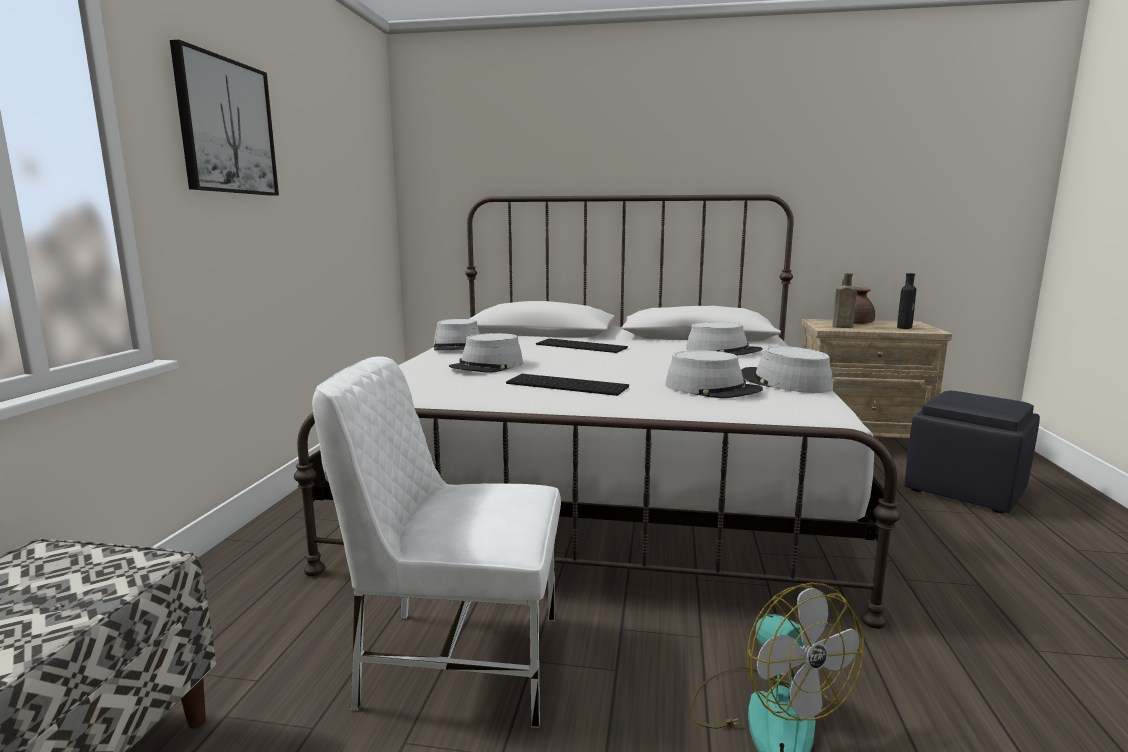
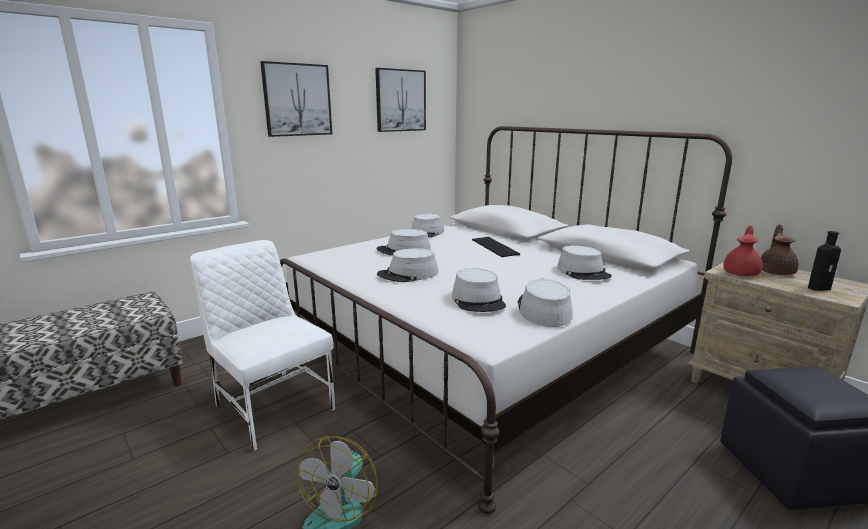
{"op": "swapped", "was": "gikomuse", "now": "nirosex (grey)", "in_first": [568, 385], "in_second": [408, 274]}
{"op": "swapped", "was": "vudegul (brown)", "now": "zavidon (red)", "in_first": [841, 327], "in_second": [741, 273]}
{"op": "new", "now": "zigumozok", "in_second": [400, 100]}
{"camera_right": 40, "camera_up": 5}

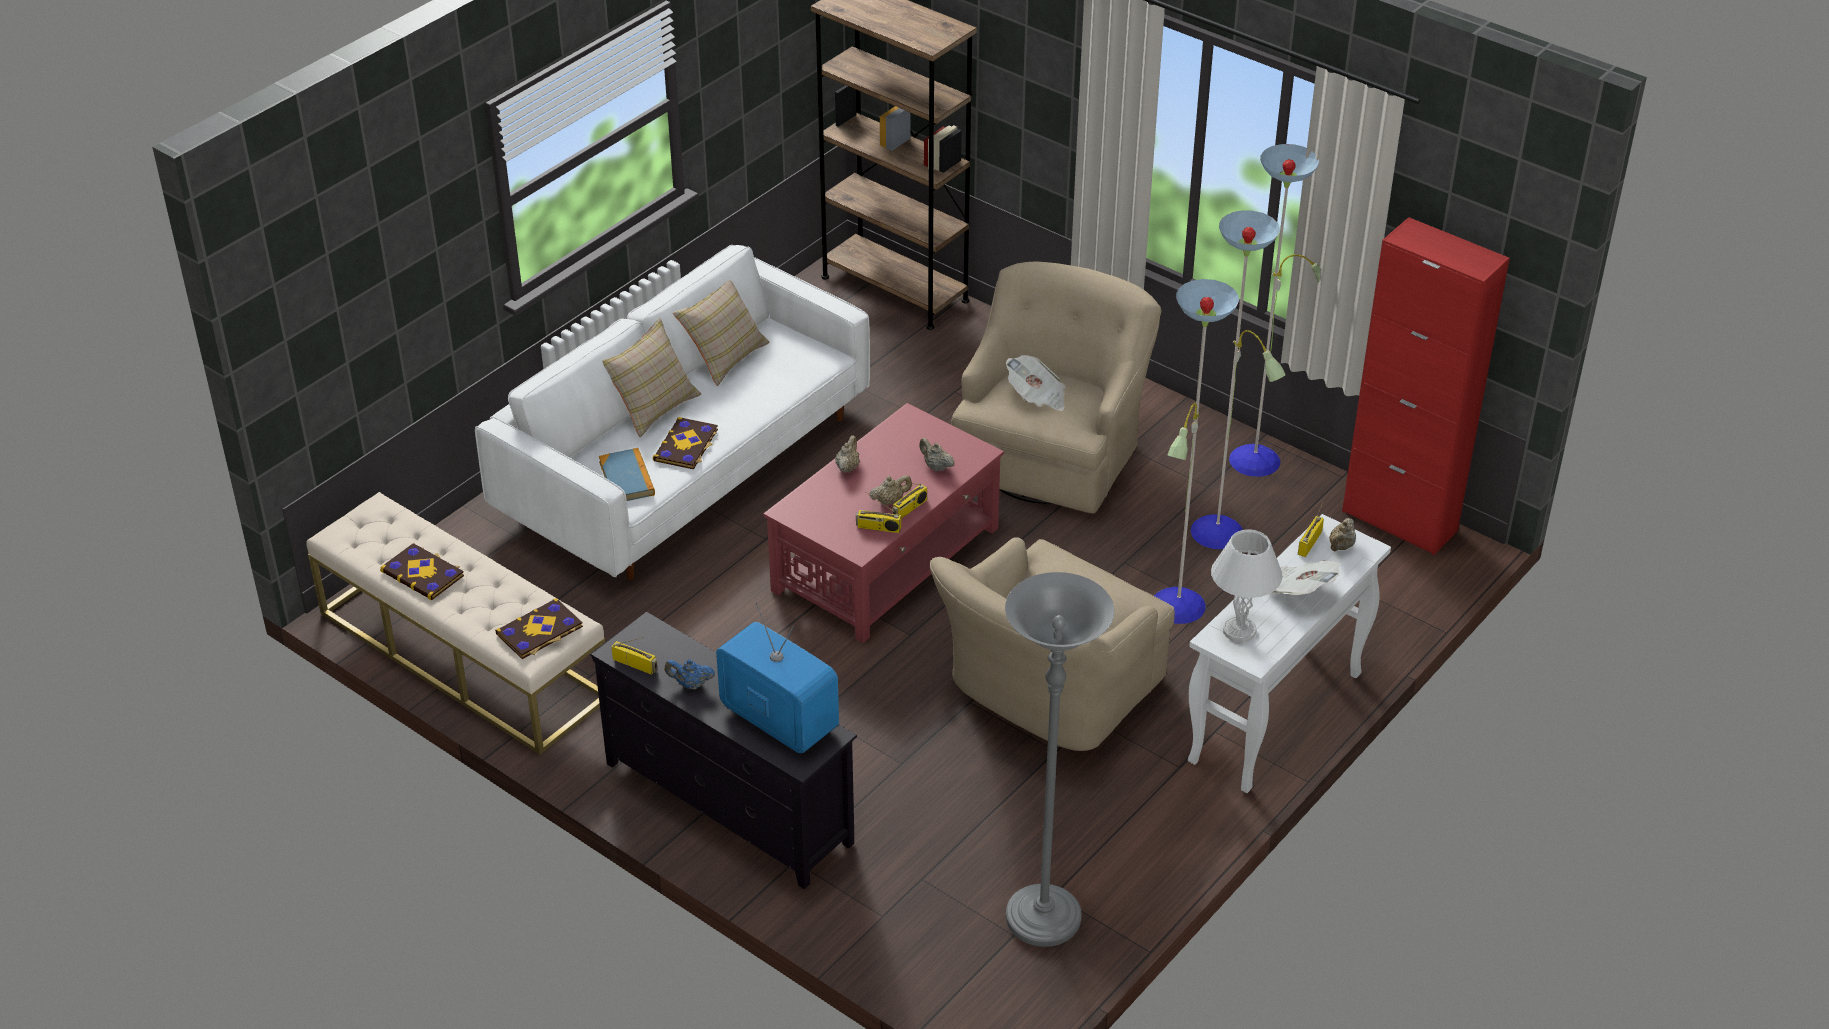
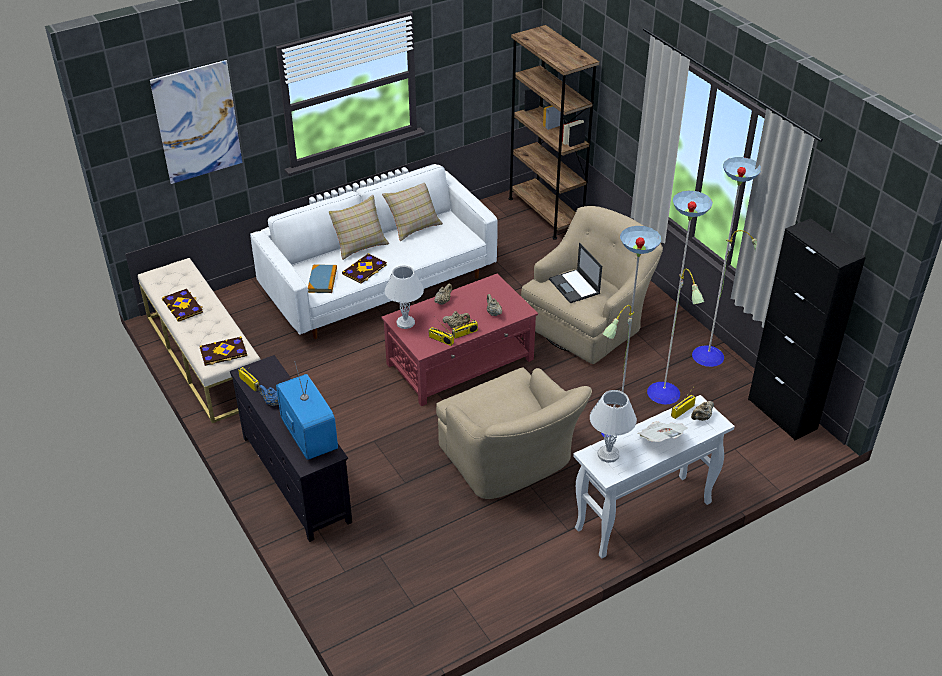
{"op": "rotated", "was": "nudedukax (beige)", "in_first": [1045, 692], "in_second": [511, 463], "clockwise": -90}
{"op": "gone", "was": "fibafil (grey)", "in_first": [1043, 919]}
{"op": "swapped", "was": "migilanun", "now": "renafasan", "in_first": [1037, 397], "in_second": [575, 287]}
{"op": "repainted", "was": "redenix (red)", "now": "redenix (black)", "in_first": [1399, 521], "in_second": [782, 414]}
{"op": "new", "now": "zigumozok", "in_second": [197, 122]}
{"op": "new", "now": "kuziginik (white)", "in_second": [405, 323]}
{"camera_right": 20, "camera_up": 0}

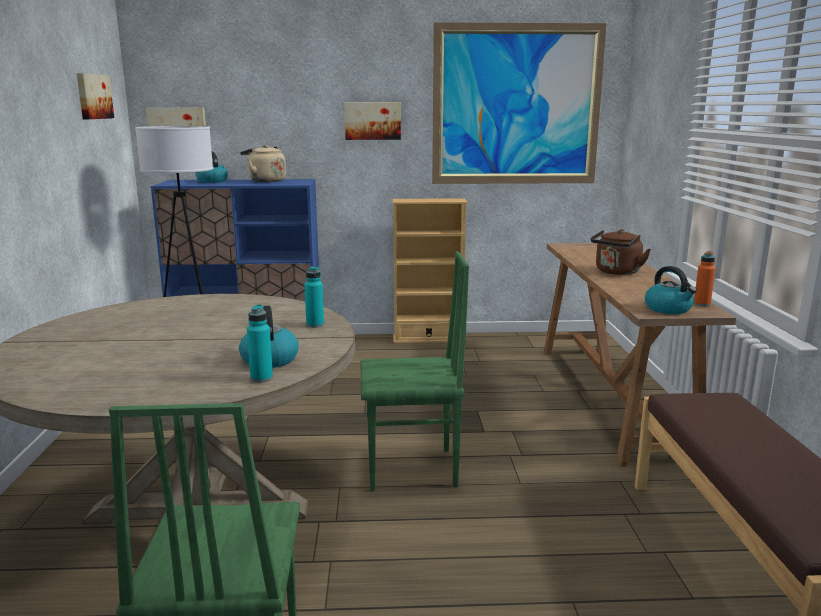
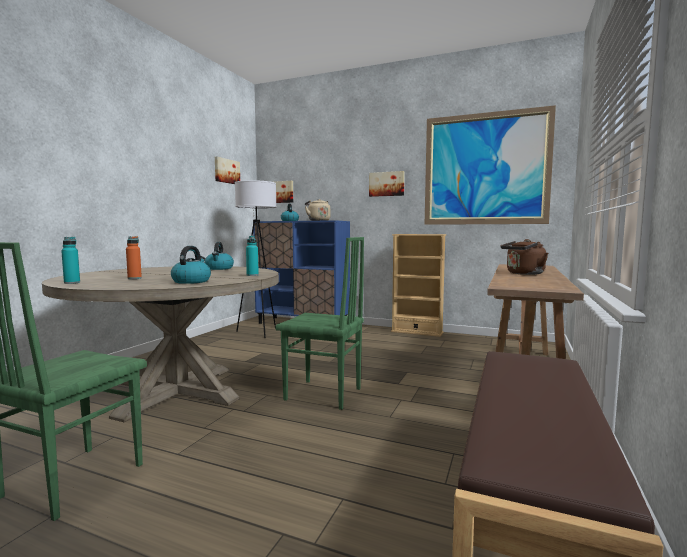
{"op": "shifted", "was": "vudegul (turquoise)", "in_first": [261, 378], "in_second": [72, 283]}
{"op": "shifted", "was": "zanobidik", "in_first": [668, 309], "in_second": [219, 268]}
{"op": "shifted", "was": "vudegul (orange)", "in_first": [702, 304], "in_second": [134, 278]}
{"camera_right": 25, "camera_up": -10}

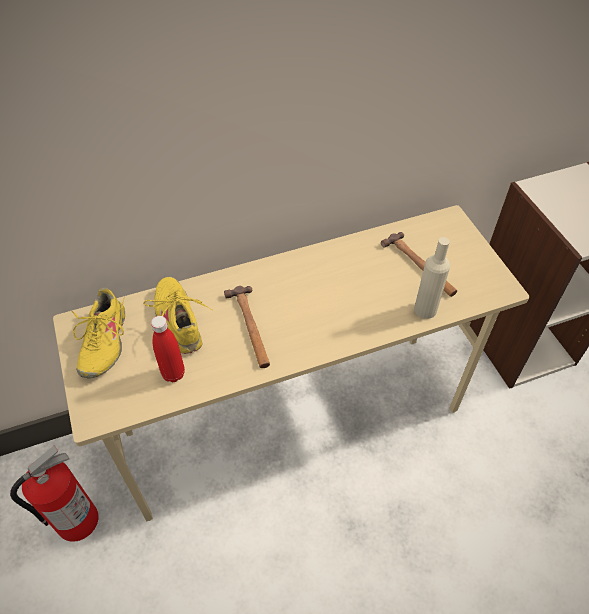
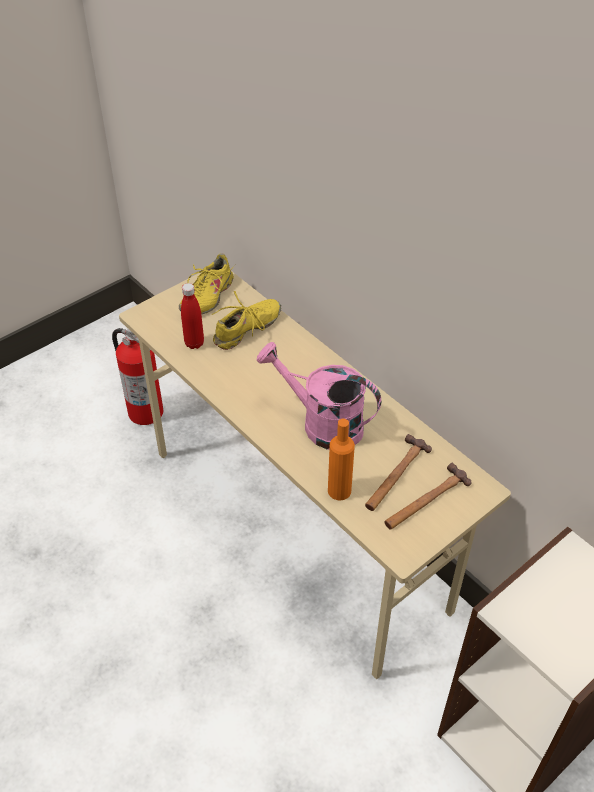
{"op": "rotated", "was": "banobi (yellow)", "in_first": [103, 342], "in_second": [207, 296], "clockwise": -45}
{"op": "shifted", "was": "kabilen", "in_first": [250, 327], "in_second": [425, 500]}
{"op": "repainted", "was": "vudegul (beige)", "now": "vudegul (orange)", "in_first": [425, 309], "in_second": [339, 490]}
{"op": "new", "now": "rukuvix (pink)", "in_second": [322, 423]}
{"camera_right": 70, "camera_up": -5}

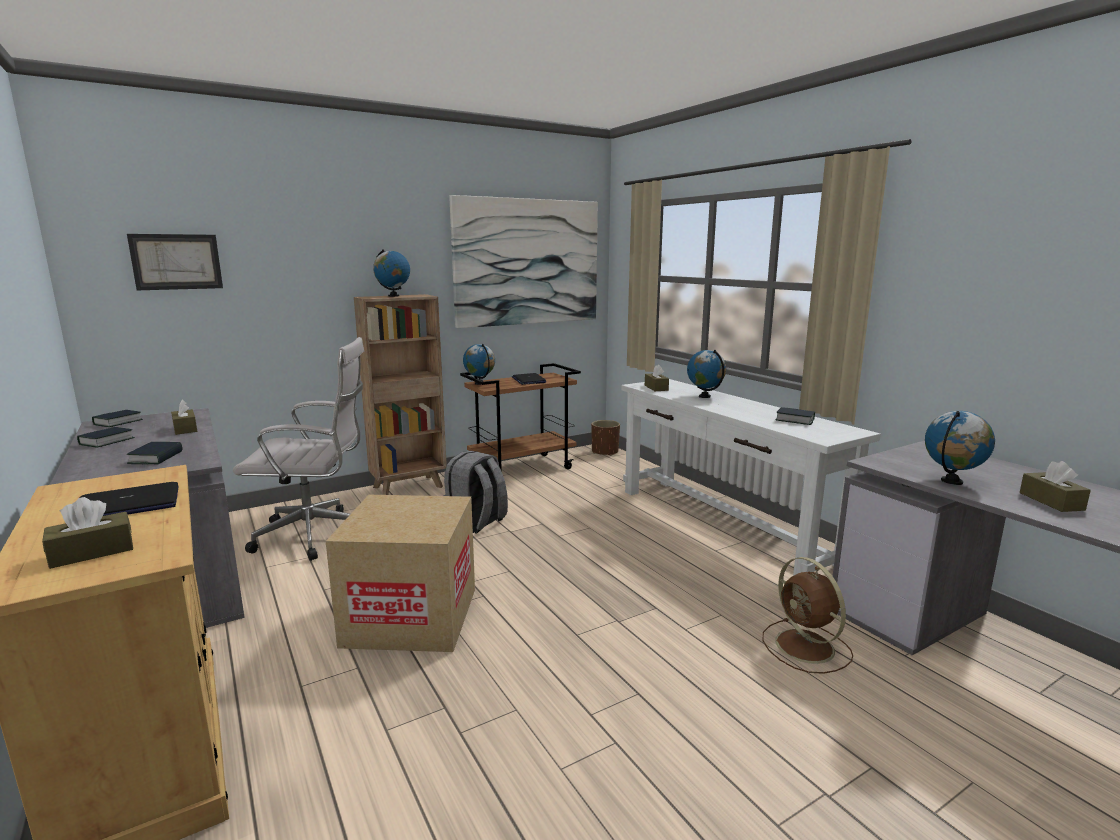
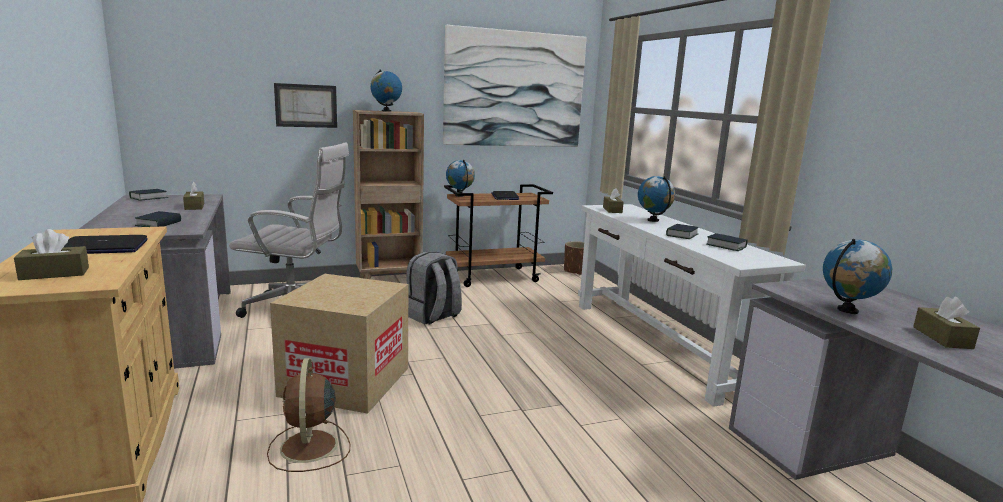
{"op": "shifted", "was": "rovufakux", "in_first": [106, 441], "in_second": [681, 235]}
{"op": "shifted", "was": "zigumozok", "in_first": [176, 262], "in_second": [306, 105]}
{"op": "shifted", "was": "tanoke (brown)", "in_first": [806, 647], "in_second": [309, 448]}
{"camera_right": 10, "camera_up": 0}

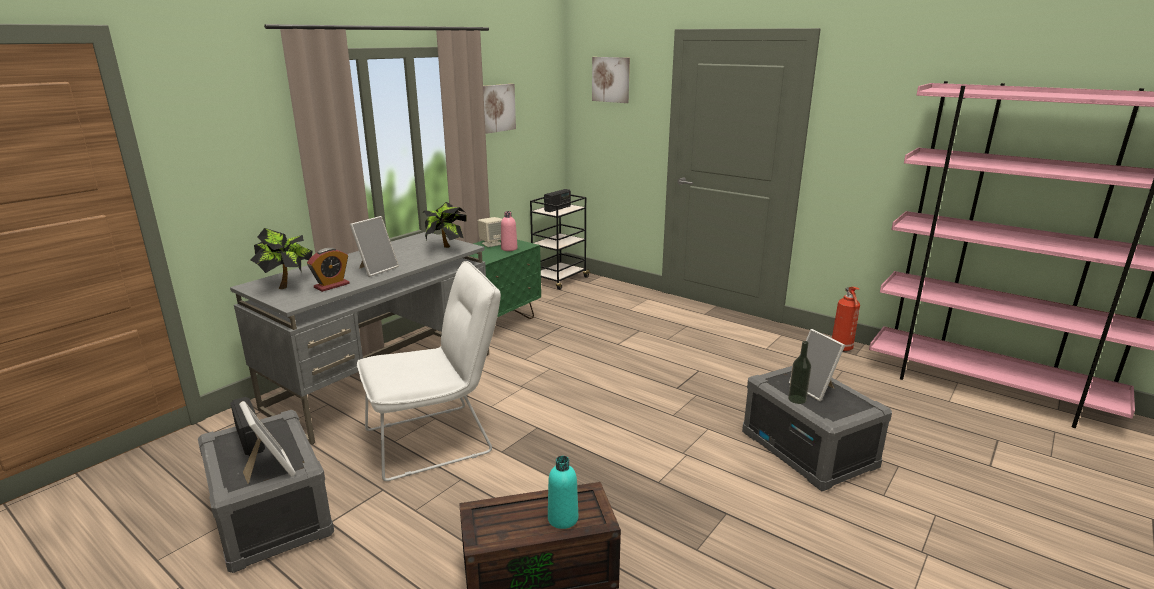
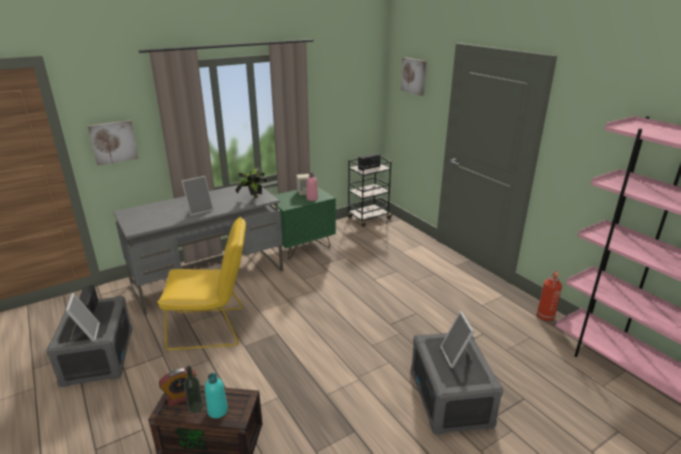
{"op": "gone", "was": "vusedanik", "in_first": [287, 285]}
{"op": "shifted", "was": "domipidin", "in_first": [331, 285], "in_second": [181, 396]}
{"op": "repainted", "was": "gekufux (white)", "now": "gekufux (yellow)", "in_first": [437, 439], "in_second": [213, 328]}
{"op": "shifted", "was": "zigumozok", "in_first": [497, 108], "in_second": [113, 142]}
{"op": "shifted", "was": "vudegul", "in_first": [797, 399], "in_second": [196, 407]}
{"camera_right": 20, "camera_up": 5}

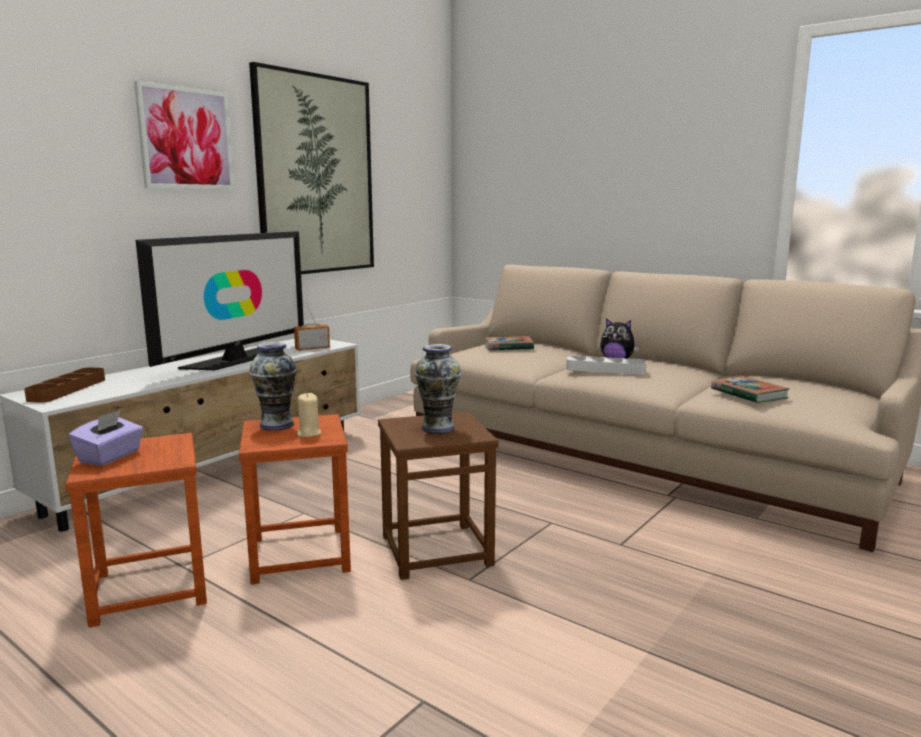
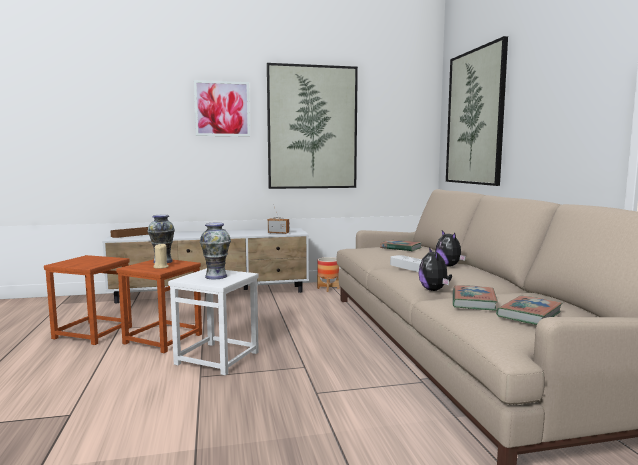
{"op": "gone", "was": "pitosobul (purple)", "in_first": [110, 457]}
{"op": "gone", "was": "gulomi", "in_first": [234, 360]}
{"op": "repainted", "was": "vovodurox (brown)", "now": "vovodurox (white)", "in_first": [436, 550], "in_second": [218, 358]}
{"op": "new", "now": "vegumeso", "in_second": [328, 288]}
{"op": "new", "now": "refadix", "in_second": [434, 290]}
{"op": "new", "now": "zigumozok", "in_second": [475, 117]}
{"op": "new", "now": "rovufakux", "in_second": [529, 314]}
{"camera_right": 40, "camera_up": -5}

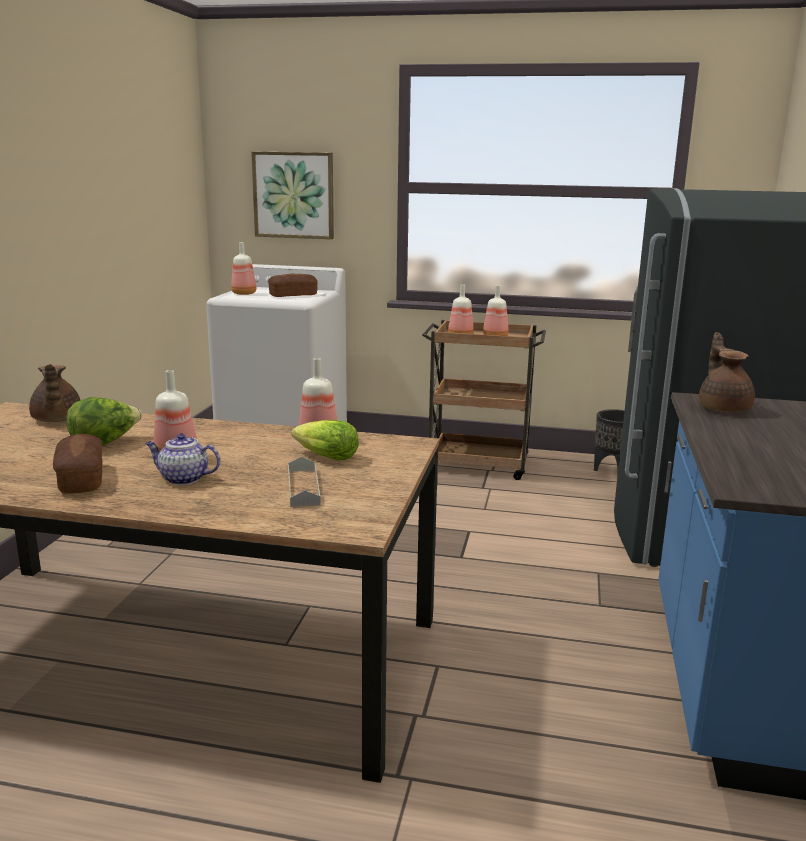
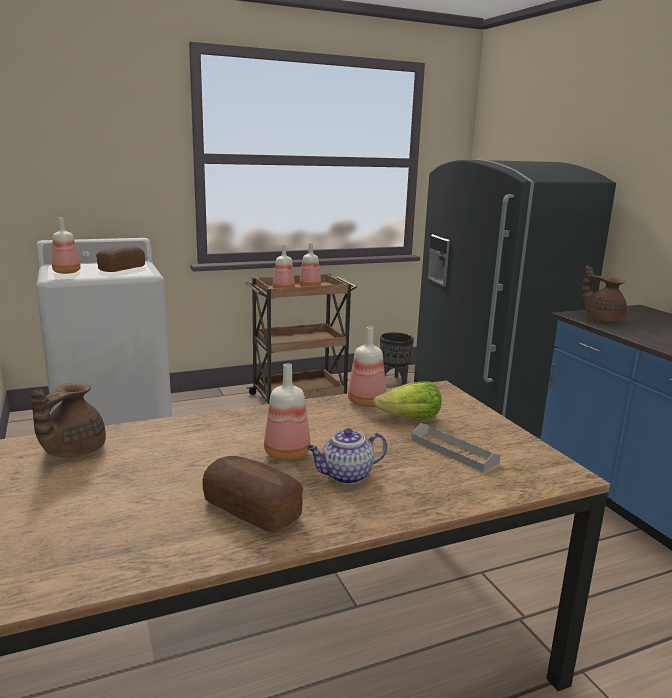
{"op": "rotated", "was": "zavidon (brown)", "in_first": [56, 420], "in_second": [72, 451], "clockwise": 75}
{"op": "gone", "was": "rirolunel", "in_first": [105, 443]}
{"op": "gone", "was": "zigumozok", "in_first": [294, 195]}
{"camera_right": -35, "camera_up": 0}

